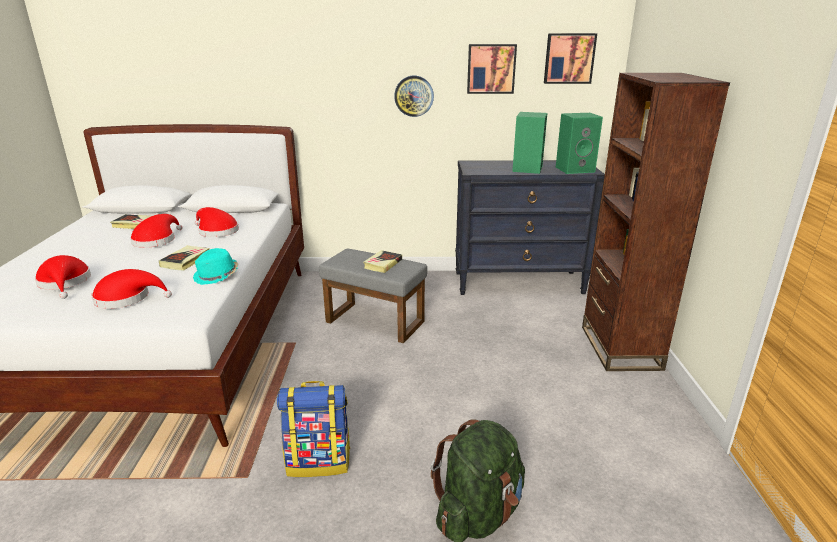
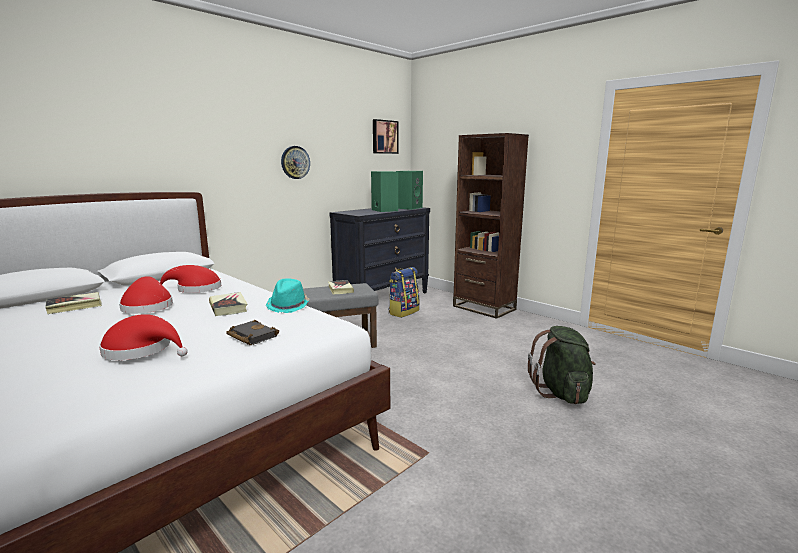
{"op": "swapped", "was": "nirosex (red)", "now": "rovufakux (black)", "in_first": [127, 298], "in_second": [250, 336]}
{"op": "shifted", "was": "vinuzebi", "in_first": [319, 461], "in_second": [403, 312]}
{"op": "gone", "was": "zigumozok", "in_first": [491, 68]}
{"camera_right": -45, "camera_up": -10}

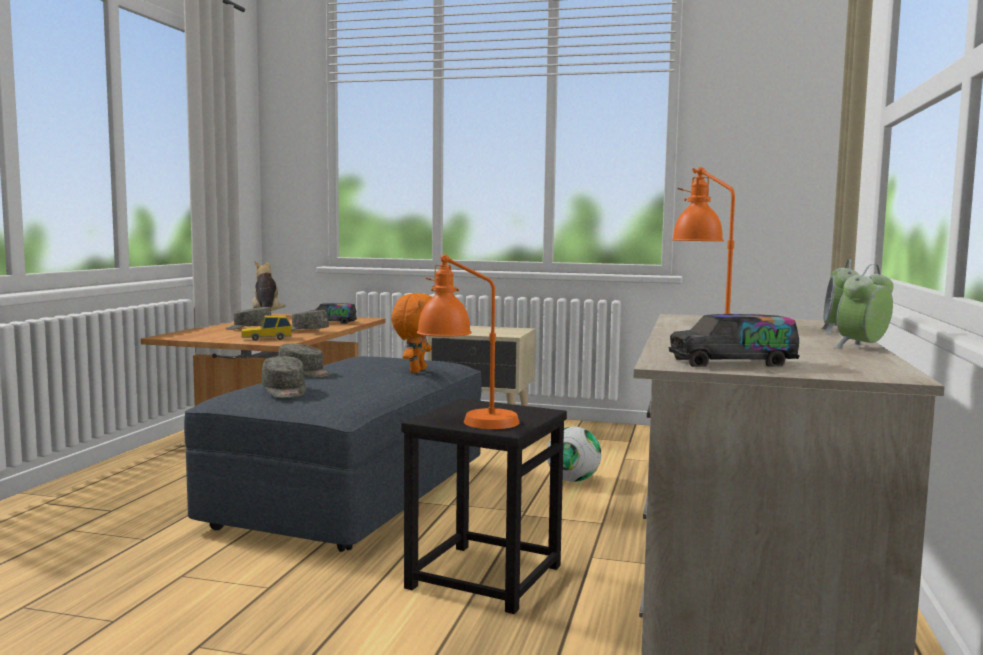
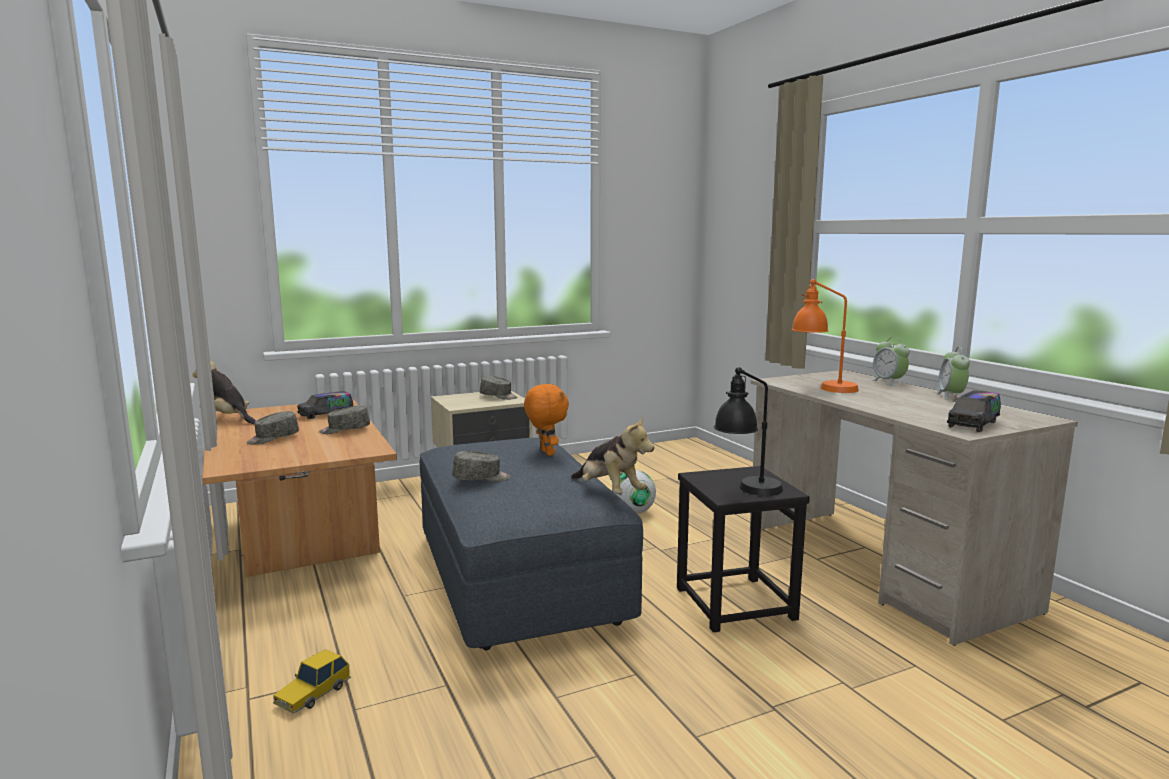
{"op": "shifted", "was": "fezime", "in_first": [266, 338], "in_second": [313, 694]}
{"op": "shifted", "was": "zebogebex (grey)", "in_first": [284, 391], "in_second": [498, 396]}
{"op": "repainted", "was": "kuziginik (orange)", "now": "kuziginik (black)", "in_first": [466, 421], "in_second": [747, 492]}
{"op": "new", "now": "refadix", "in_second": [609, 492]}
{"camera_right": -40, "camera_up": 5}

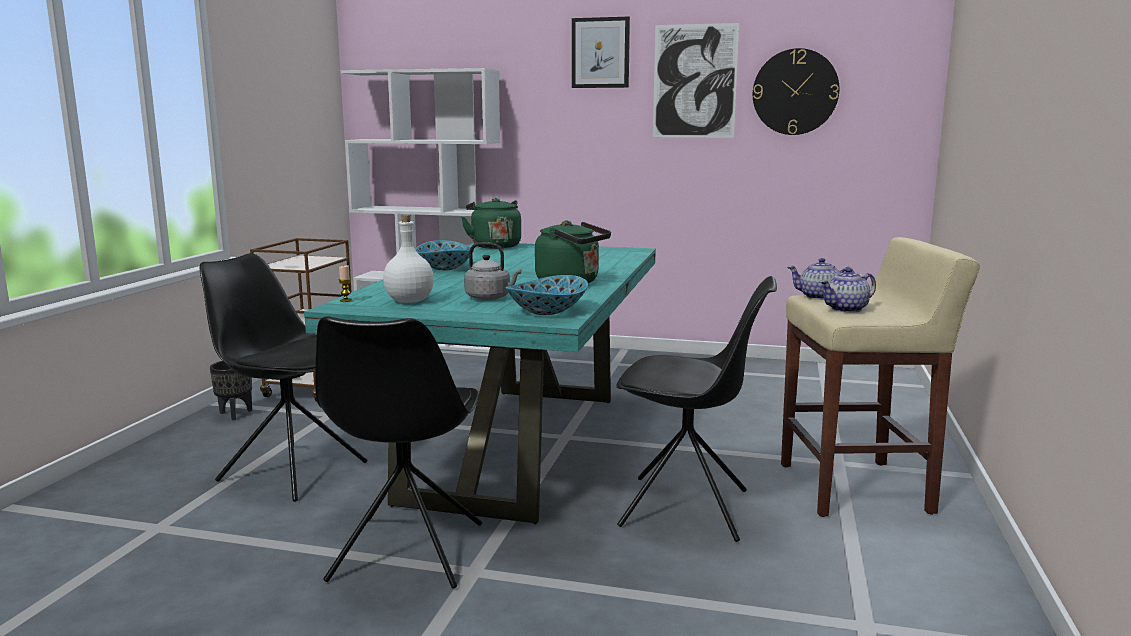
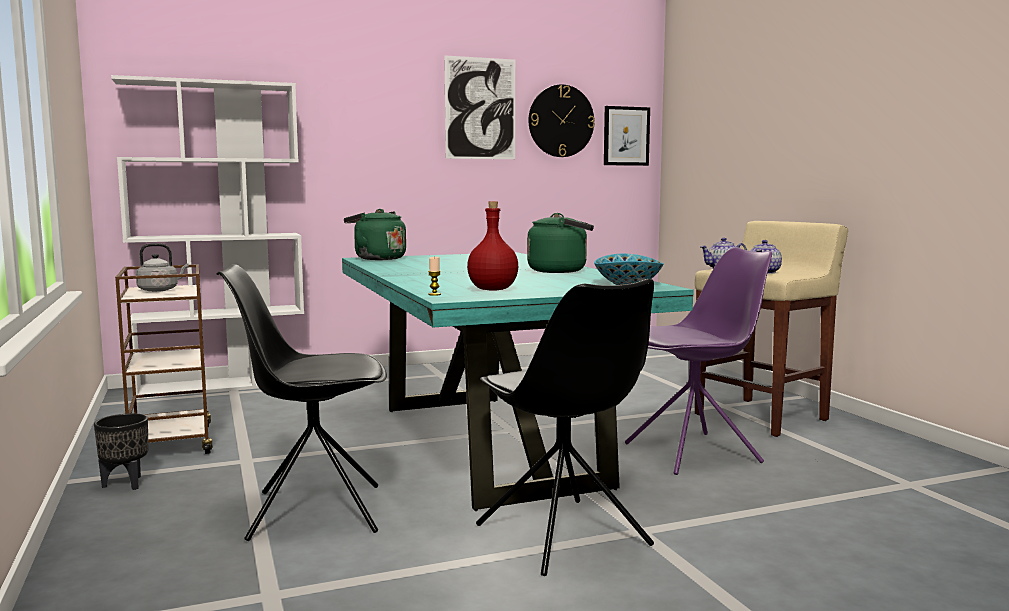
{"op": "repainted", "was": "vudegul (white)", "now": "vudegul (red)", "in_first": [409, 301], "in_second": [493, 290]}
{"op": "gone", "was": "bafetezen", "in_first": [444, 268]}
{"op": "shifted", "was": "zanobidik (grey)", "in_first": [490, 298], "in_second": [160, 290]}
{"op": "shifted", "was": "zigumozok", "in_first": [600, 53], "in_second": [626, 136]}
{"op": "repainted", "was": "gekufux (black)", "now": "gekufux (purple)", "in_first": [688, 509], "in_second": [694, 453]}
{"camera_right": -35, "camera_up": -5}

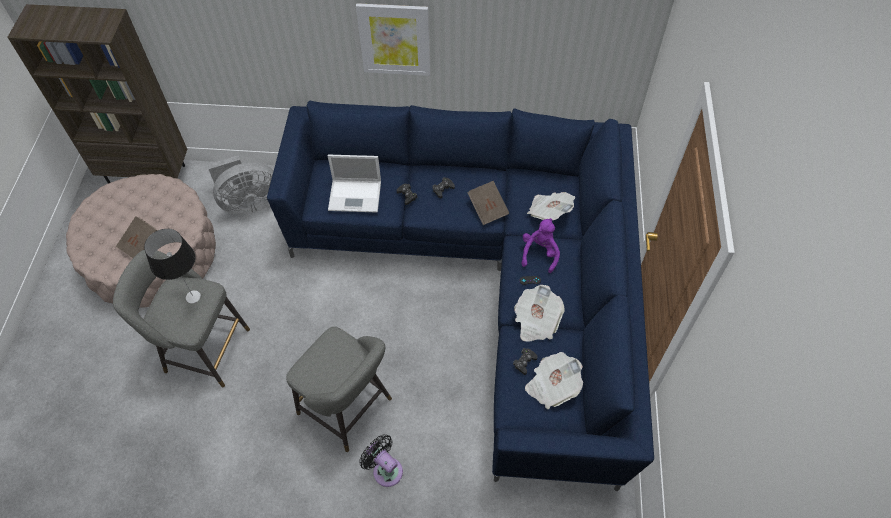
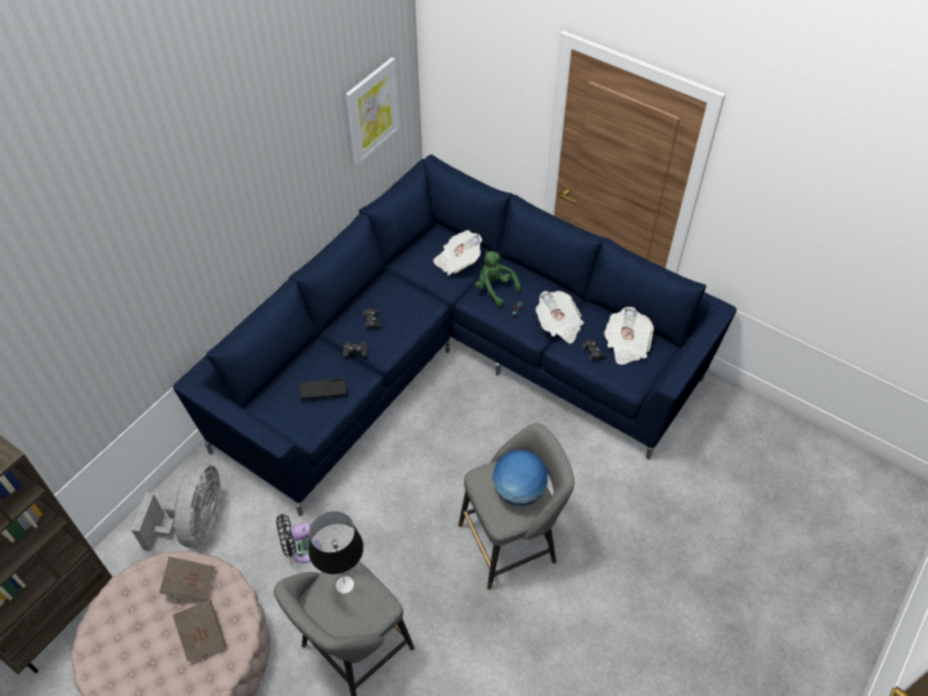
{"op": "swapped", "was": "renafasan", "now": "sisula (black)", "in_first": [356, 195], "in_second": [323, 391]}
{"op": "shifted", "was": "zigumozok", "in_first": [394, 39], "in_second": [372, 111]}
{"op": "shifted", "was": "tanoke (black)", "in_first": [385, 469], "in_second": [301, 549]}
{"op": "shifted", "was": "rovufakux (brown)", "in_first": [488, 208], "in_second": [190, 584]}
{"op": "repainted", "was": "refadix (purple)", "now": "refadix (green)", "in_first": [540, 253], "in_second": [494, 288]}
{"op": "new", "now": "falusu", "in_second": [518, 491]}
{"camera_right": -60, "camera_up": -5}

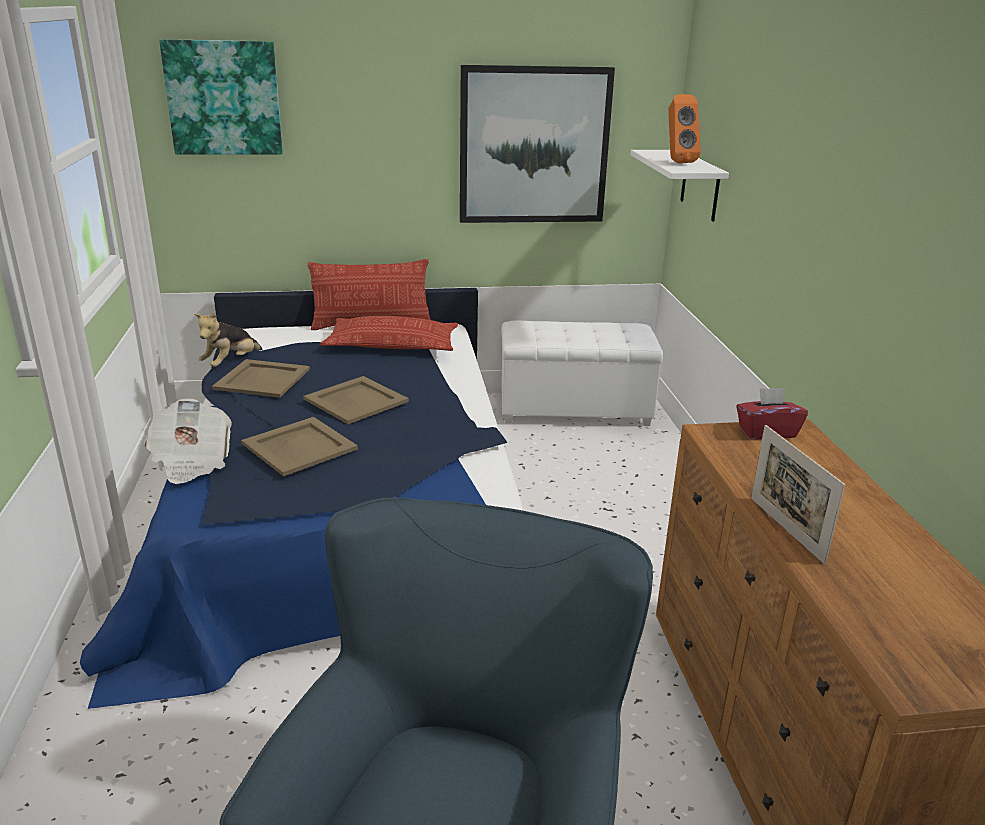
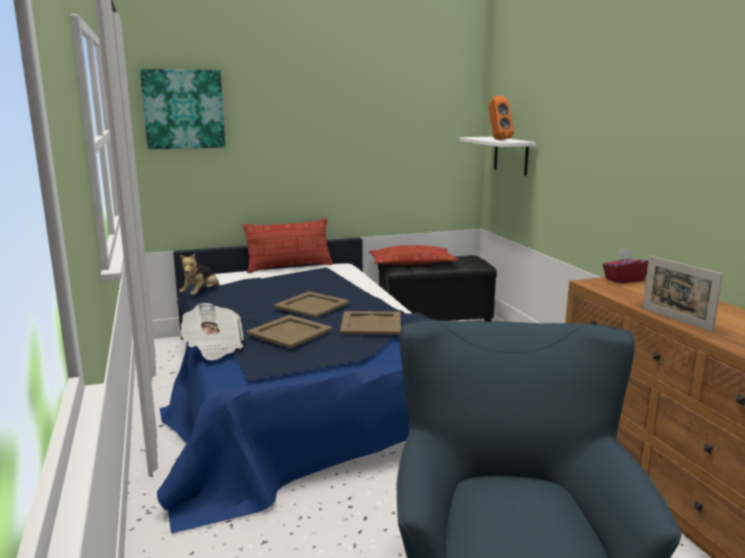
{"op": "shifted", "was": "sisula (beige)", "in_first": [261, 379], "in_second": [370, 324]}
{"op": "shifted", "was": "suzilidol", "in_first": [392, 344], "in_second": [412, 262]}
{"op": "gone", "was": "zigumozok", "in_first": [534, 146]}
{"op": "repainted", "was": "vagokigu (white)", "now": "vagokigu (black)", "in_first": [574, 410], "in_second": [434, 319]}
{"camera_right": -10, "camera_up": -10}

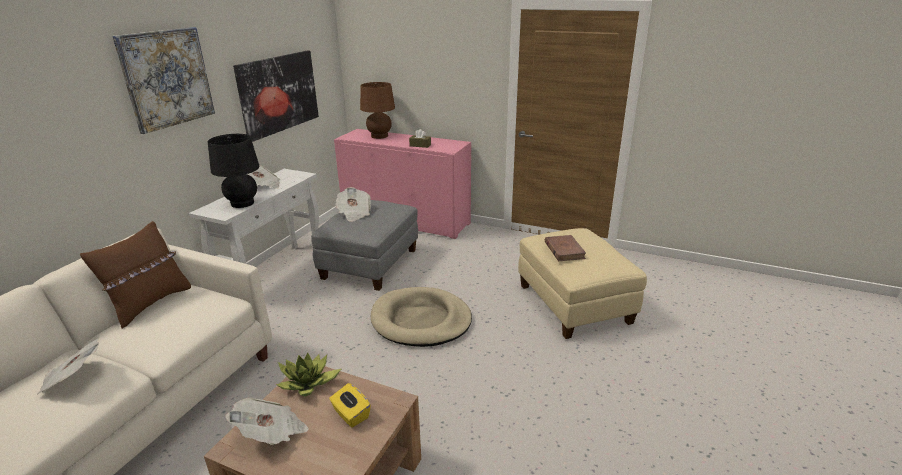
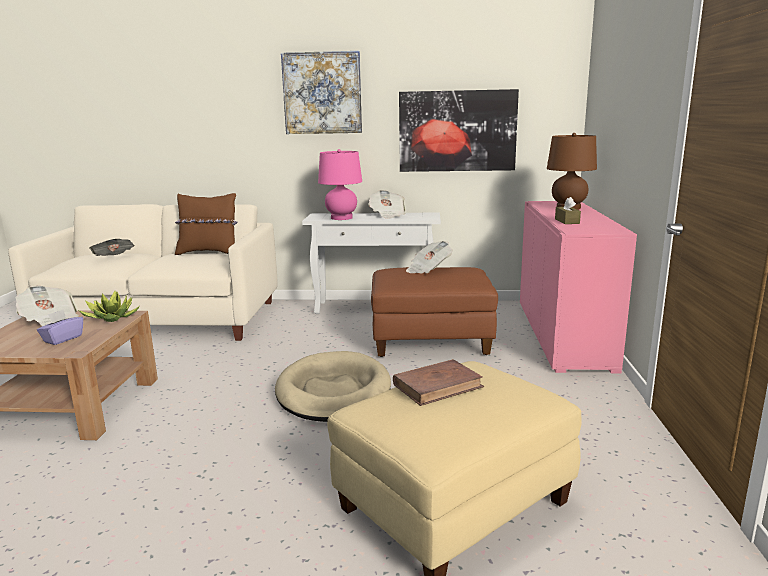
{"op": "repainted", "was": "kuziginik (black)", "now": "kuziginik (pink)", "in_first": [242, 203], "in_second": [341, 218]}
{"op": "repainted", "was": "vagokigu (grey)", "now": "vagokigu (brown)", "in_first": [370, 264], "in_second": [431, 340]}
{"op": "repainted", "was": "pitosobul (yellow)", "now": "pitosobul (purple)", "in_first": [351, 414], "in_second": [63, 339]}
{"camera_right": 70, "camera_up": -10}

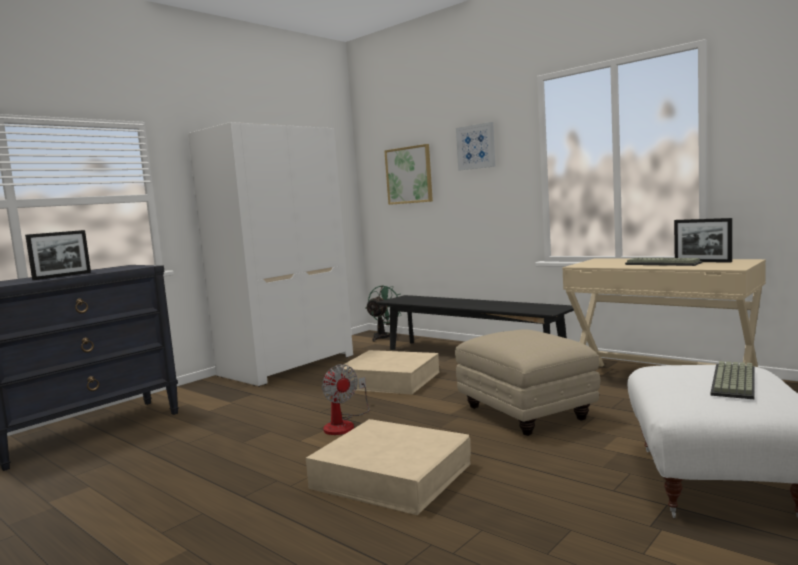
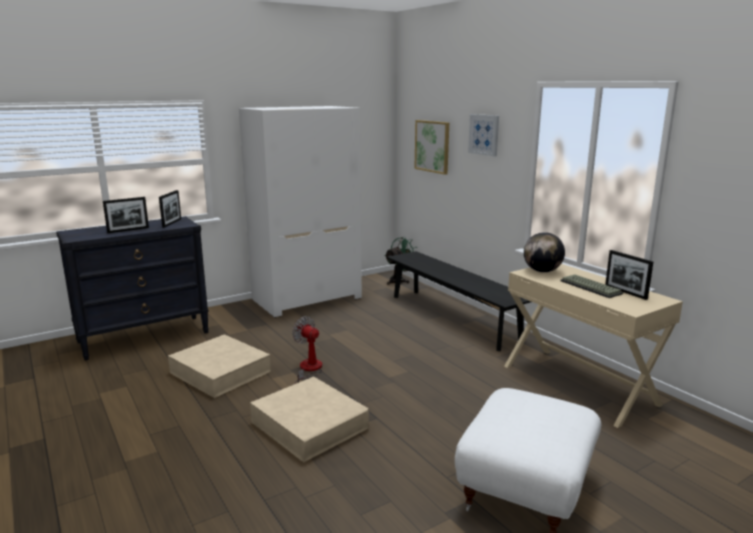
{"op": "rotated", "was": "tanoke", "in_first": [344, 424], "in_second": [309, 370], "clockwise": 150}
{"op": "shifted", "was": "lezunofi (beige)", "in_first": [389, 380], "in_second": [220, 372]}
{"op": "gone", "was": "vagokigu (beige)", "in_first": [526, 414]}
{"op": "gone", "was": "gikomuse", "in_first": [735, 382]}
{"op": "new", "now": "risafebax", "in_second": [172, 223]}
{"op": "new", "now": "falusu", "in_second": [542, 271]}
{"camera_right": 15, "camera_up": 10}

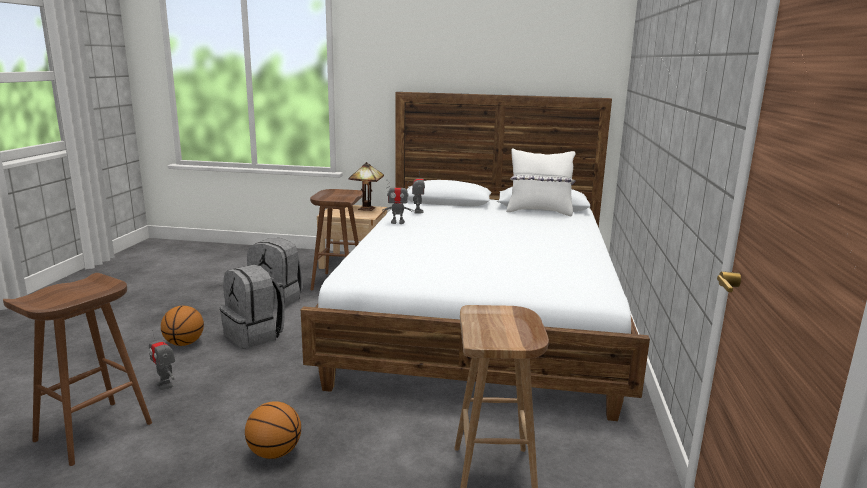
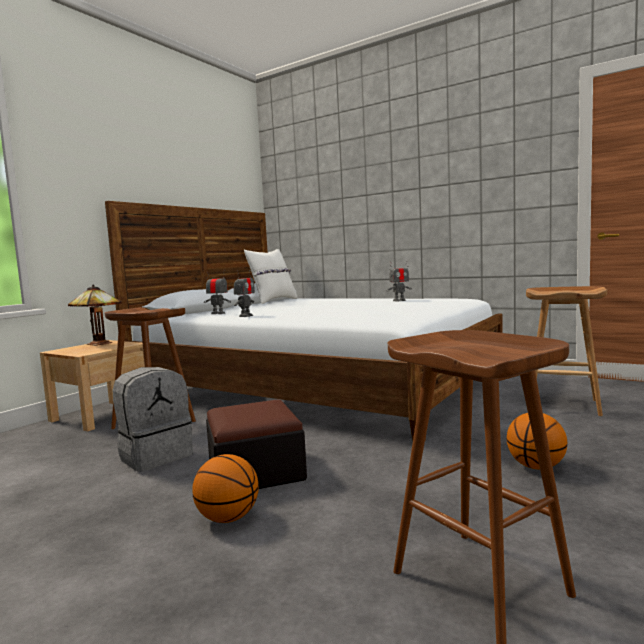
{"op": "shifted", "was": "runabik", "in_first": [165, 385], "in_second": [399, 300]}
{"op": "swapped", "was": "vinuzebi (grey)", "now": "vagokigu", "in_first": [254, 336], "in_second": [255, 471]}
{"camera_right": -65, "camera_up": -10}

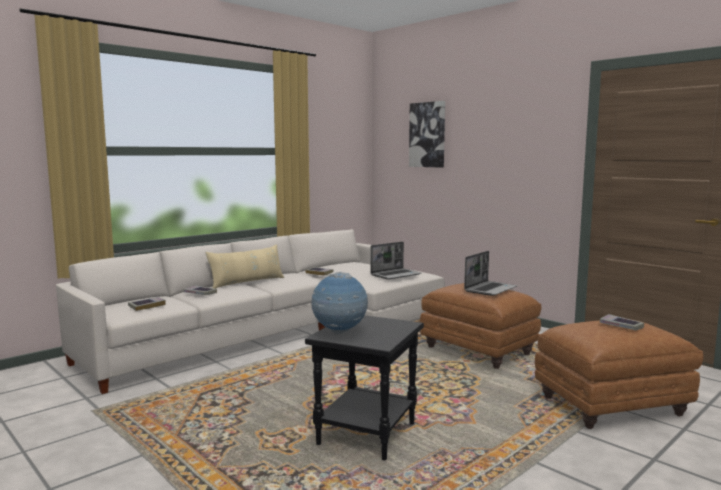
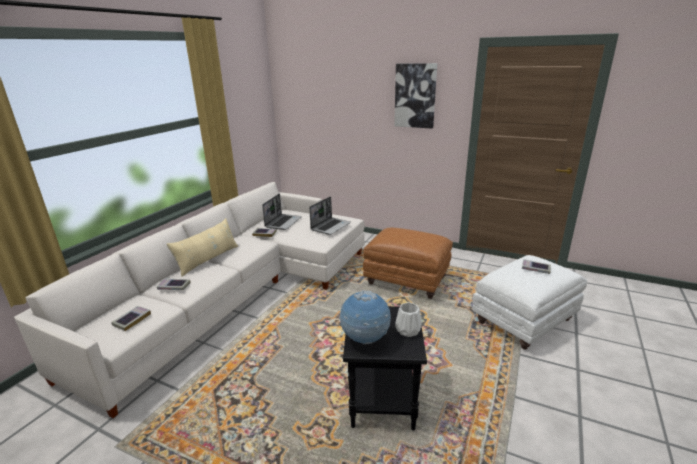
{"op": "shifted", "was": "zigumozok", "in_first": [427, 135], "in_second": [415, 96]}
{"op": "shifted", "was": "renafasan", "in_first": [490, 289], "in_second": [283, 222]}
{"op": "repainted", "was": "vagokigu (brown)", "now": "vagokigu (white)", "in_first": [611, 406], "in_second": [523, 321]}
{"op": "new", "now": "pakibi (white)", "in_second": [407, 331]}
{"camera_right": -20, "camera_up": 15}

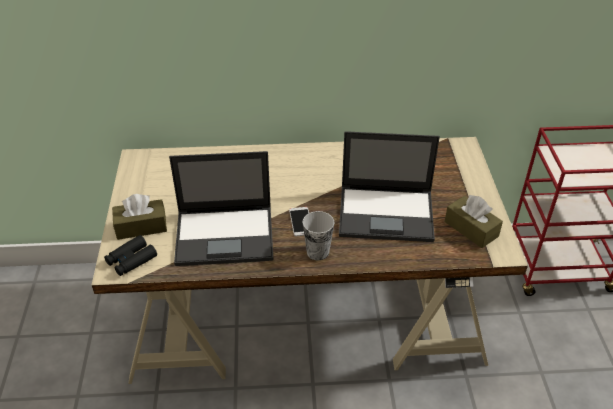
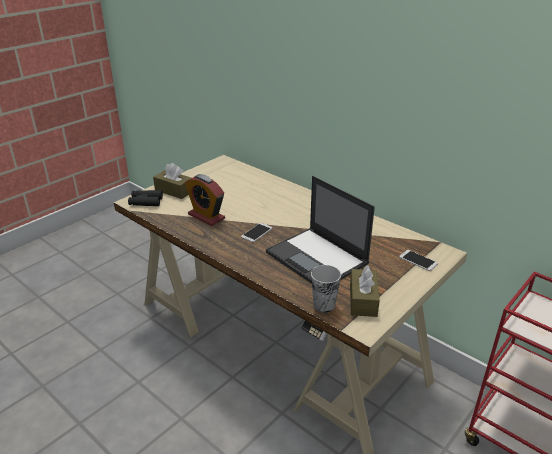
{"op": "swapped", "was": "renafasan", "now": "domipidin", "in_first": [226, 235], "in_second": [206, 216]}
{"op": "shifted", "was": "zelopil", "in_first": [318, 252], "in_second": [324, 305]}
{"op": "new", "now": "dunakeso", "in_second": [418, 260]}
{"camera_right": 45, "camera_up": -10}

